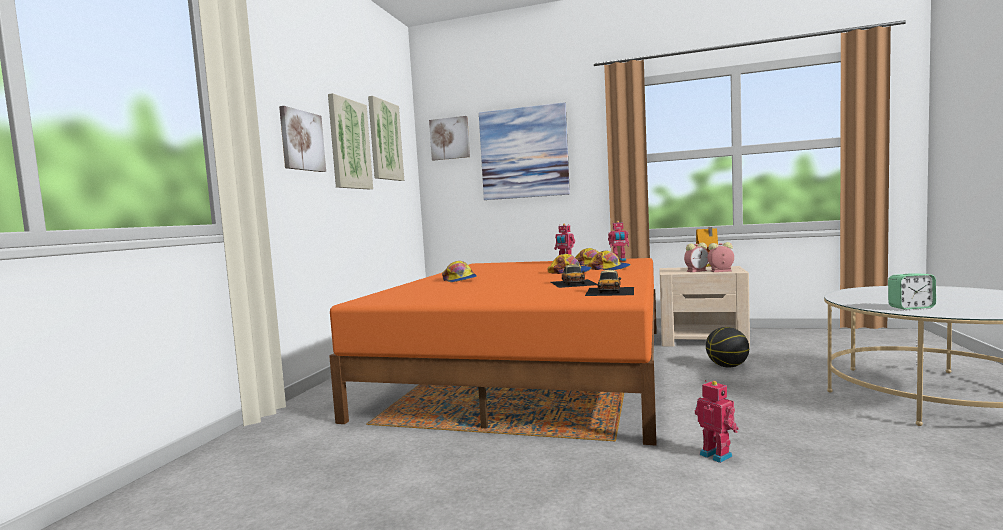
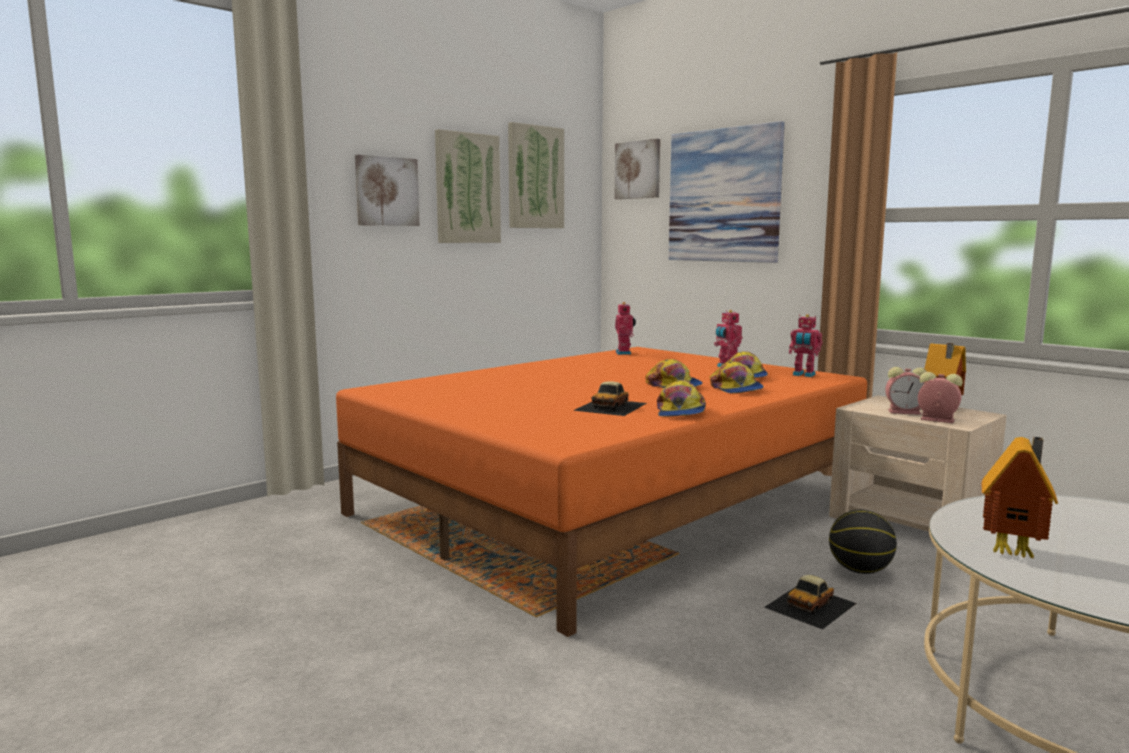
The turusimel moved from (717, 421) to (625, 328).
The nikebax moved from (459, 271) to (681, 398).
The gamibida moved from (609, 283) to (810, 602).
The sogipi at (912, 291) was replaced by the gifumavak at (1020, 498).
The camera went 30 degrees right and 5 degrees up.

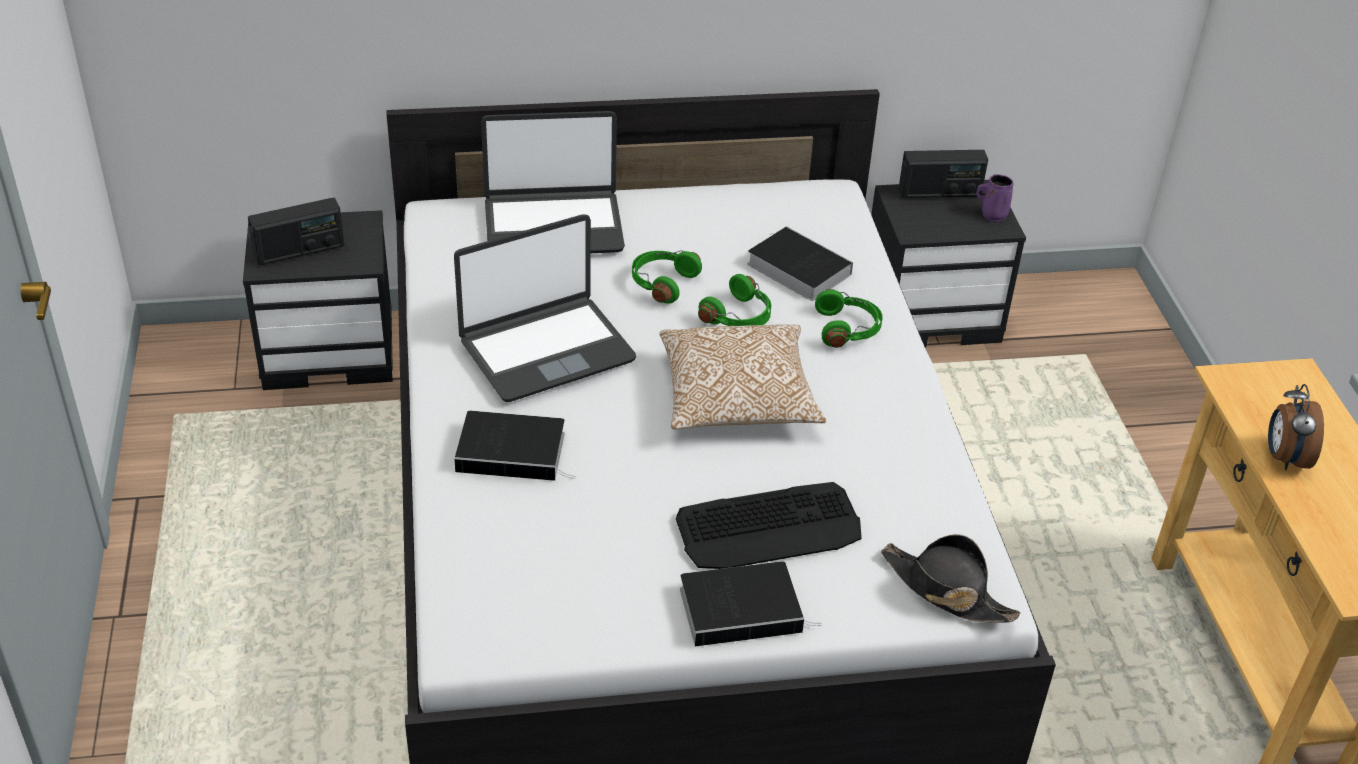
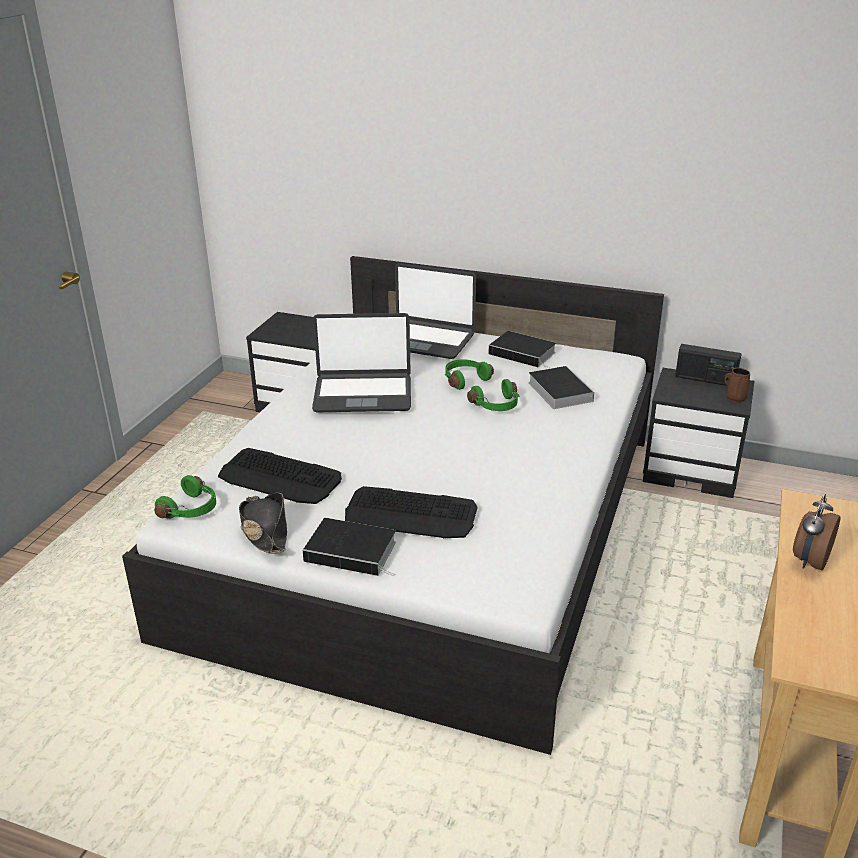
The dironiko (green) moved from (848, 318) to (185, 497).
The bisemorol at (280, 476) appeared.
The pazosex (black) moved from (950, 578) to (263, 523).
The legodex moved from (515, 446) to (522, 350).
The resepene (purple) at (994, 198) became the resepene (brown) at (737, 385).
The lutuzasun at (296, 232) disappeared.
The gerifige at (743, 377) disappeared.
The camera went 30 degrees right and 10 degrees down.

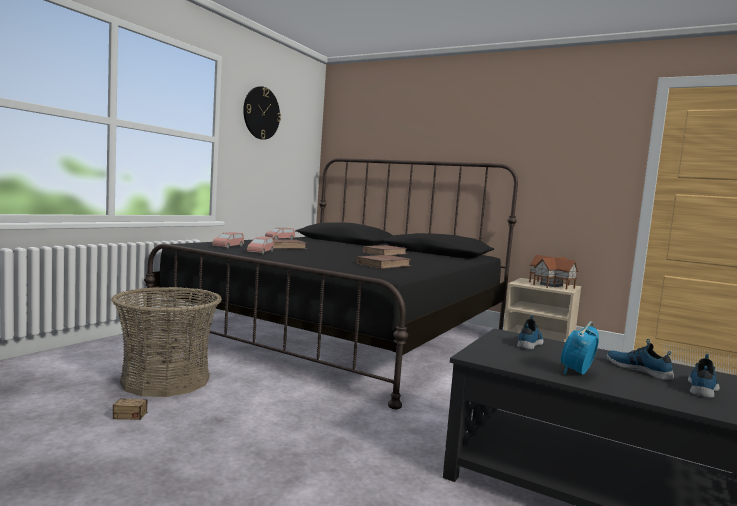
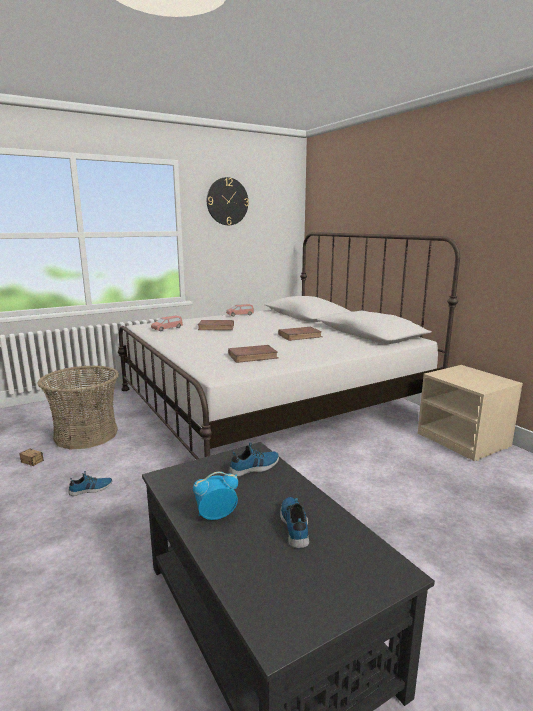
The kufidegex moved from (704, 376) to (90, 483).
The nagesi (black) at (331, 283) became the nagesi (white) at (289, 345).
The gamibida (pink) at (260, 246) disappeared.
The gifumavak at (553, 272) disappeared.
The camera went 30 degrees right and 10 degrees up.

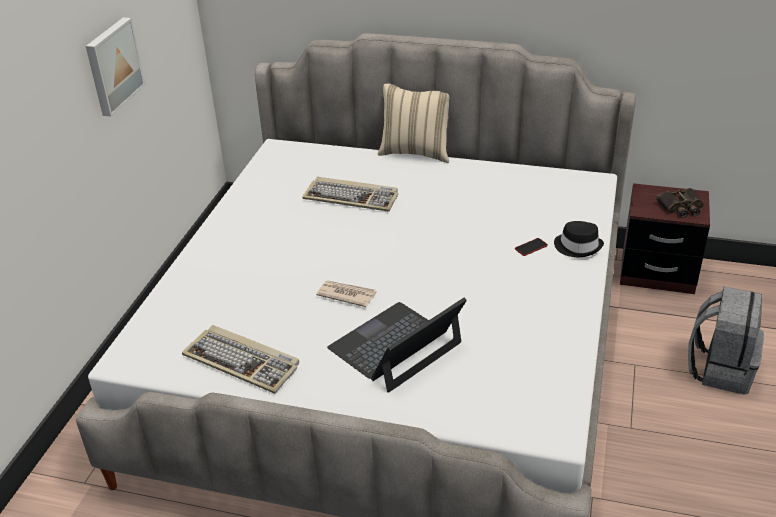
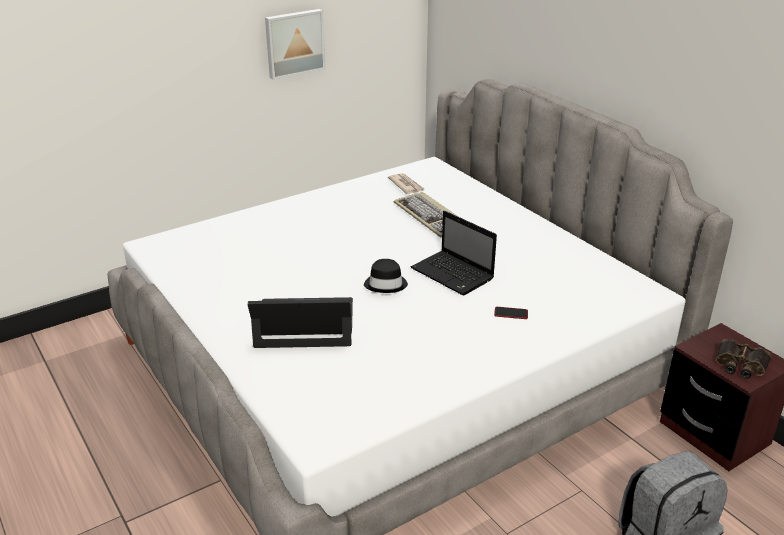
The pazosex (black) moved from (579, 239) to (386, 276).
The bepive moved from (346, 293) to (406, 183).
The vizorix at (454, 253) appeared.
The bisemorol at (240, 359) disappeared.
The gerifige (beige) at (413, 123) disappeared.
The camera went 40 degrees right and 5 degrees down.

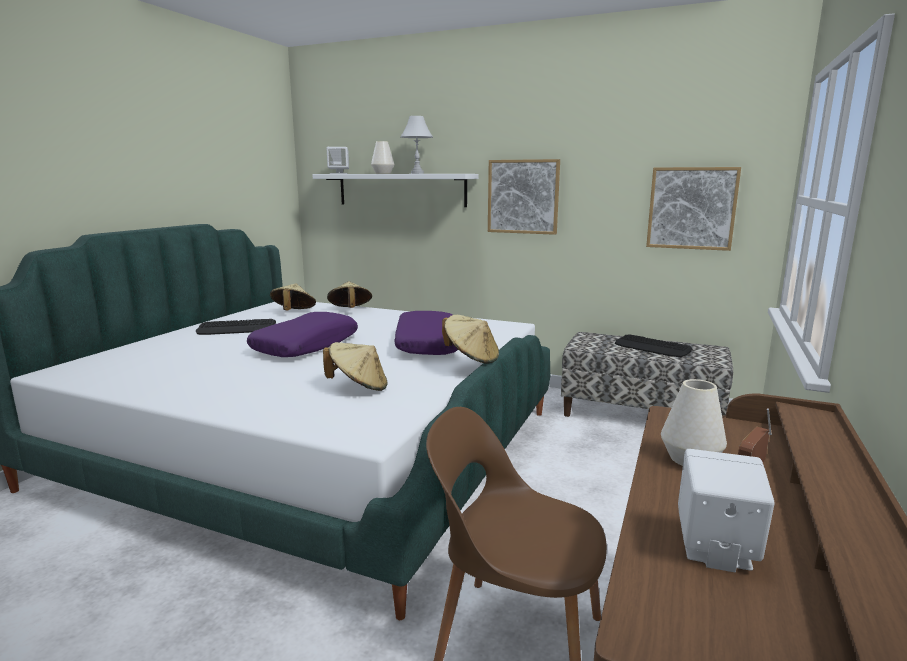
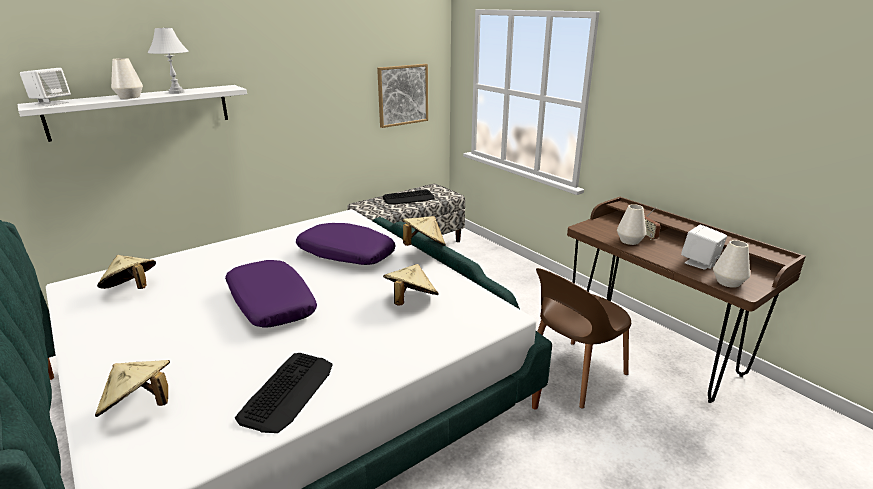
The pazosex (beige) moved from (349, 294) to (132, 388).
The bisemorol moved from (236, 327) to (284, 393).
The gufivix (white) at (731, 264) appeared.
The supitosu at (524, 197) disappeared.
The camera went 60 degrees left and 10 degrees up.

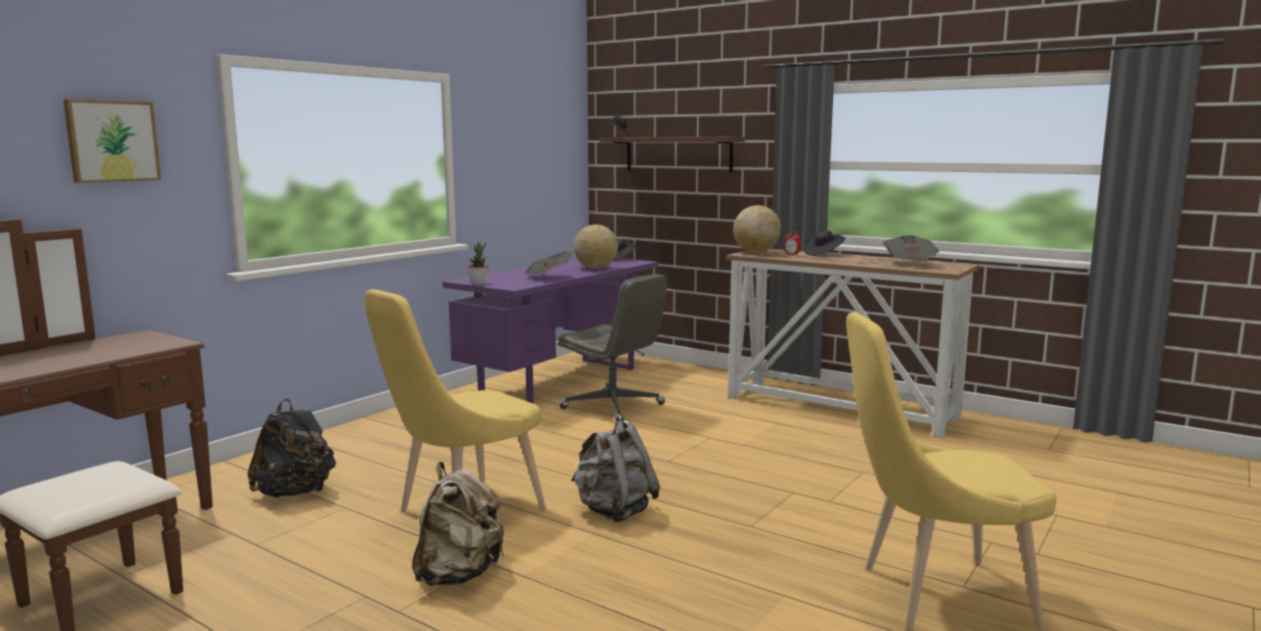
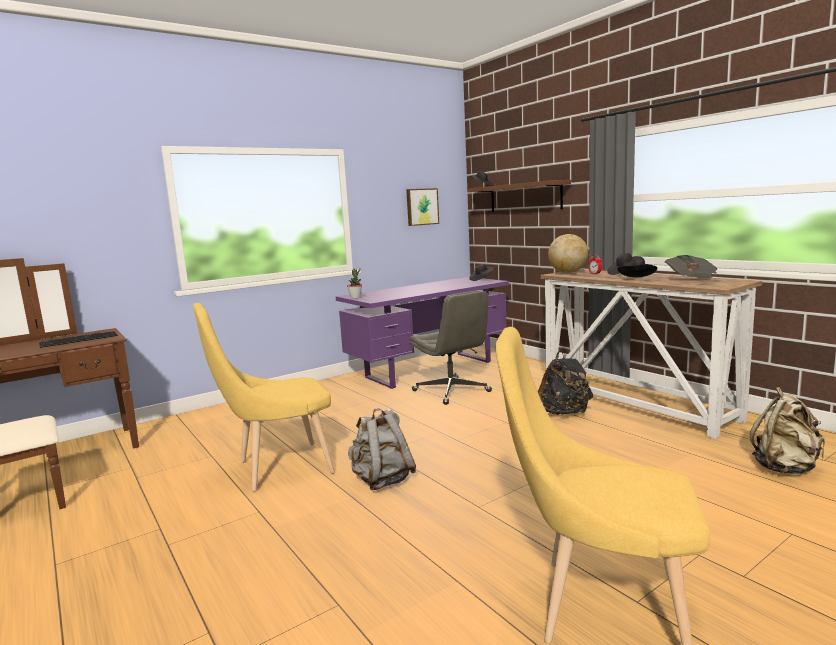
The bisemorol at (78, 339) appeared.
The supitosu moved from (112, 141) to (422, 207).
The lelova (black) moved from (291, 448) to (565, 382).
The pazosex (black) at (637, 267) appeared.
The lelova (beige) moved from (458, 524) to (787, 430).
The bepive at (548, 263) disappeared.
The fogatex at (596, 247) disappeared.
The camera went 20 degrees right and 0 degrees up.

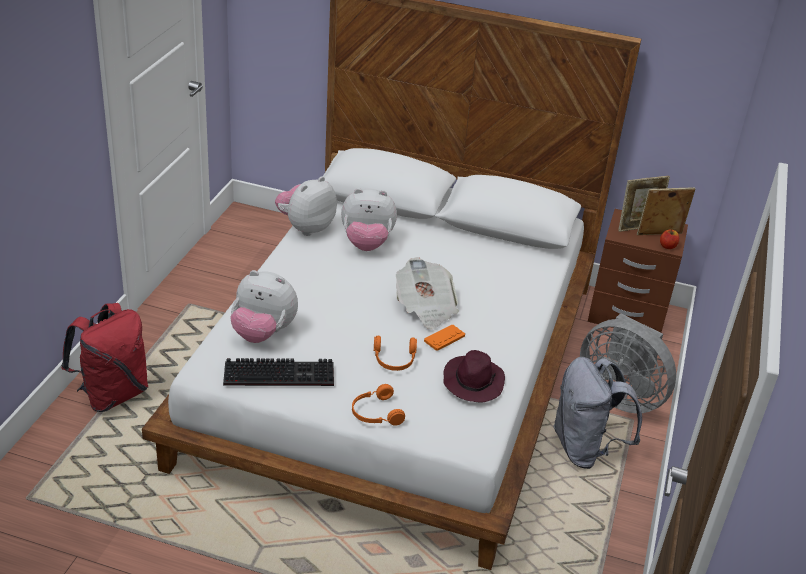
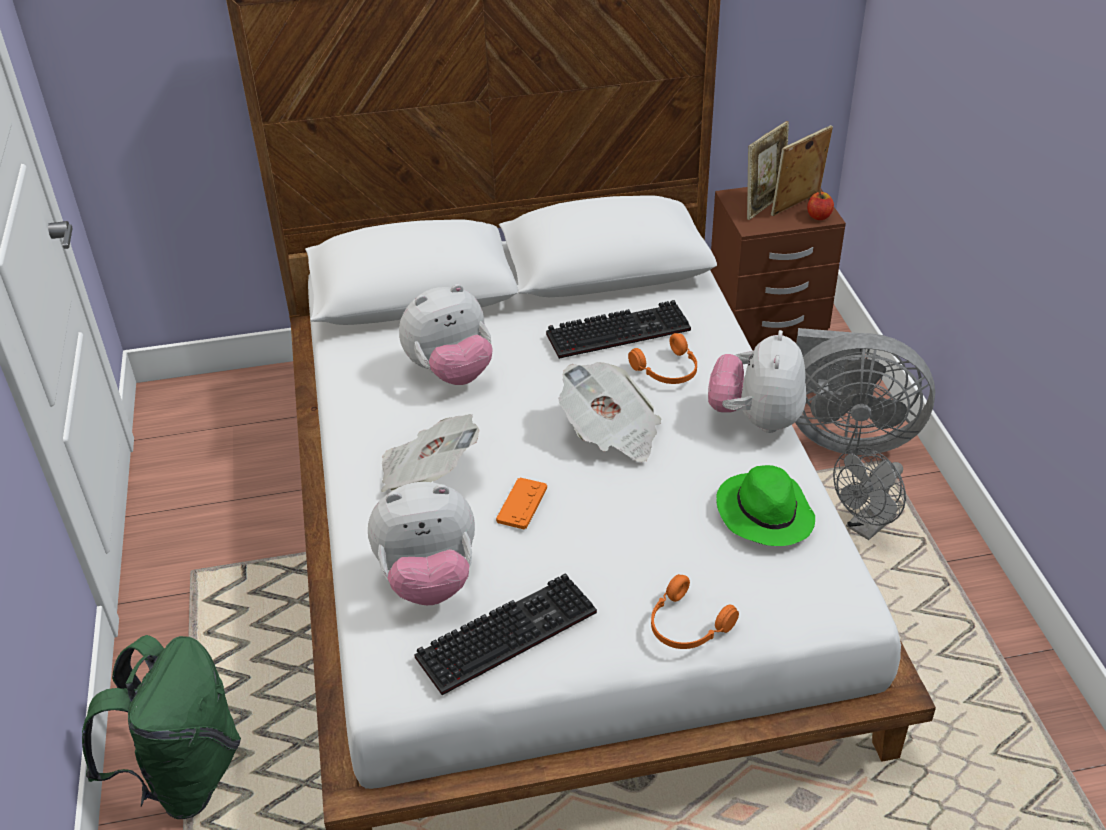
The lelova (red) at (104, 357) became the lelova (green) at (161, 727).
The bepive at (430, 453) appeared.
The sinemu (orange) moved from (444, 338) to (521, 503).
The bisemorol at (618, 329) appeared.
The dironiko (orange) moved from (395, 353) to (662, 358).
The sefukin moved from (306, 206) to (757, 381).
The pazosex (purple) at (474, 376) became the pazosex (green) at (765, 505).
The lelova (grey) at (597, 413) was replaced by the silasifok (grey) at (869, 493).
The camera went 25 degrees left and 5 degrees up.

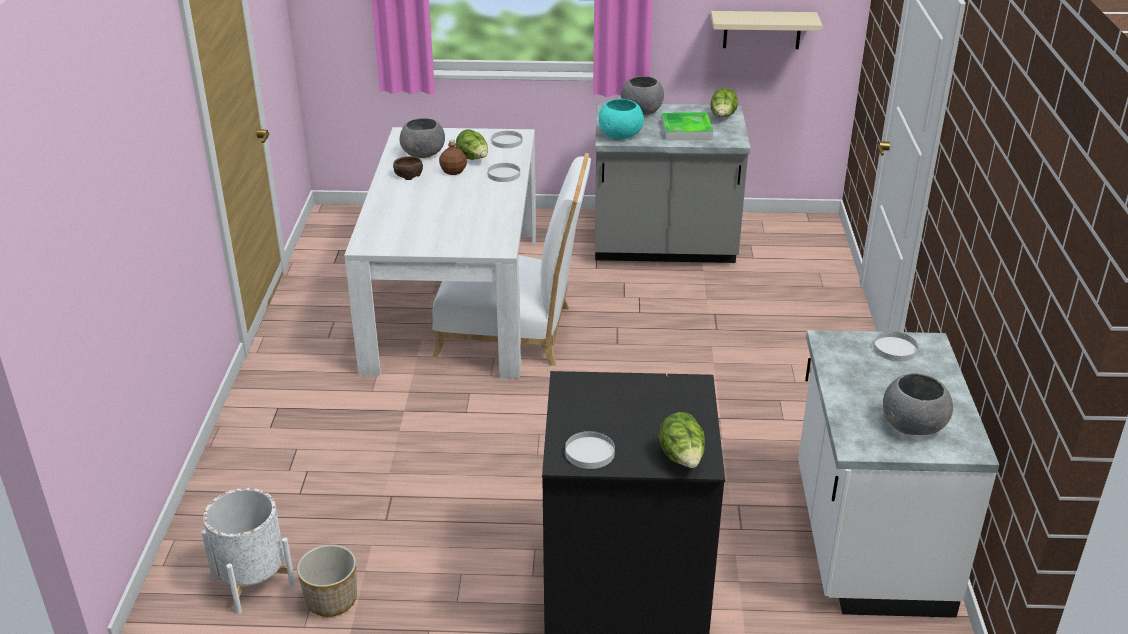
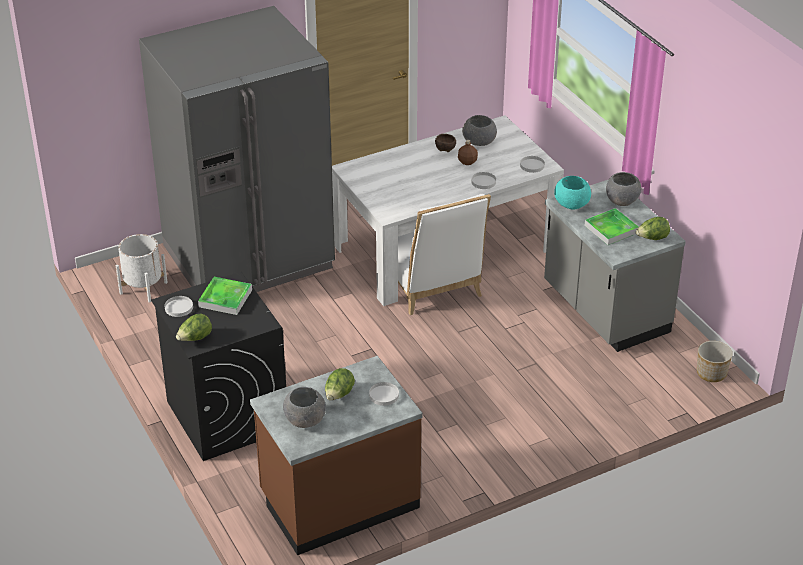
The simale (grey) at (237, 149) appeared.
The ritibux at (225, 296) appeared.
The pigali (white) at (898, 474) became the pigali (brown) at (336, 455).
The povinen moved from (472, 144) to (340, 384).
The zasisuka moved from (327, 581) to (715, 361).
The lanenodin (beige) at (766, 30) disappeared.
The camera went 60 degrees right and 5 degrees up.

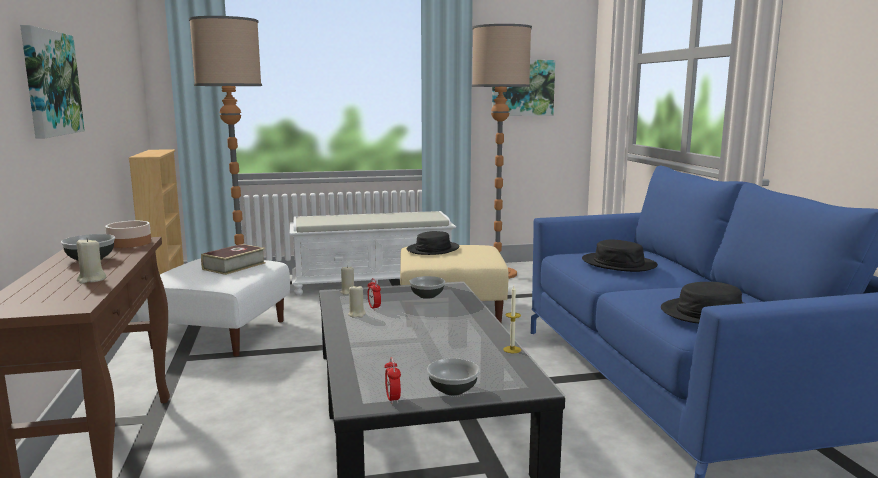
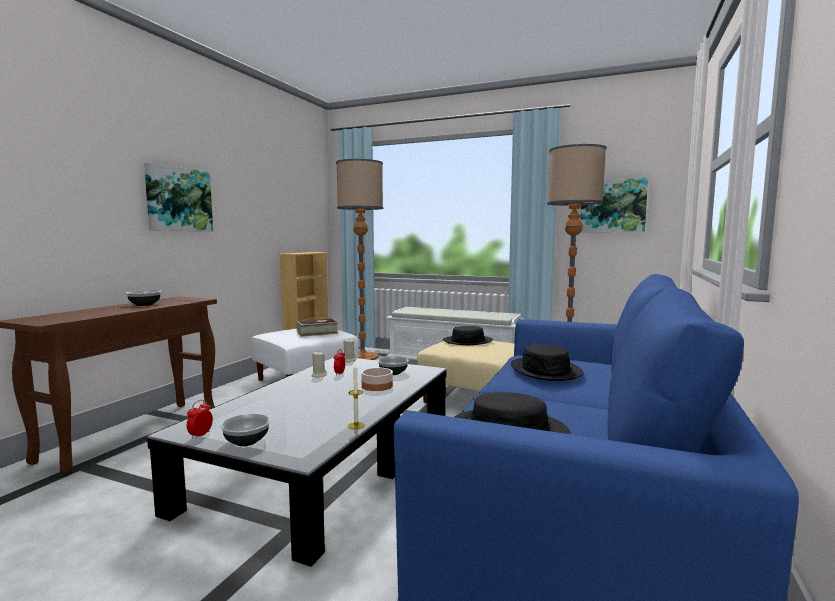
The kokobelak moved from (128, 234) to (377, 379).
The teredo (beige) at (91, 261) disappeared.
The camera went 35 degrees right and 5 degrees down.

